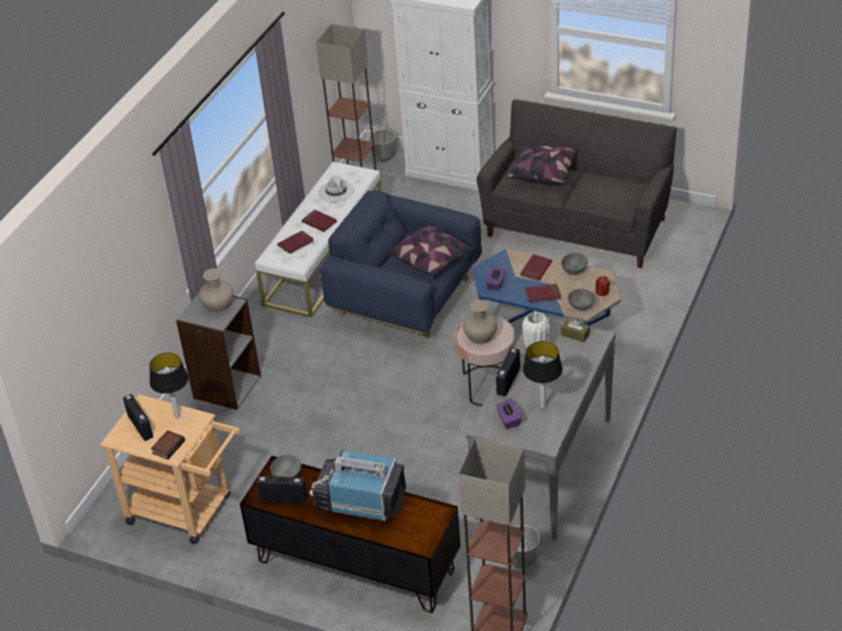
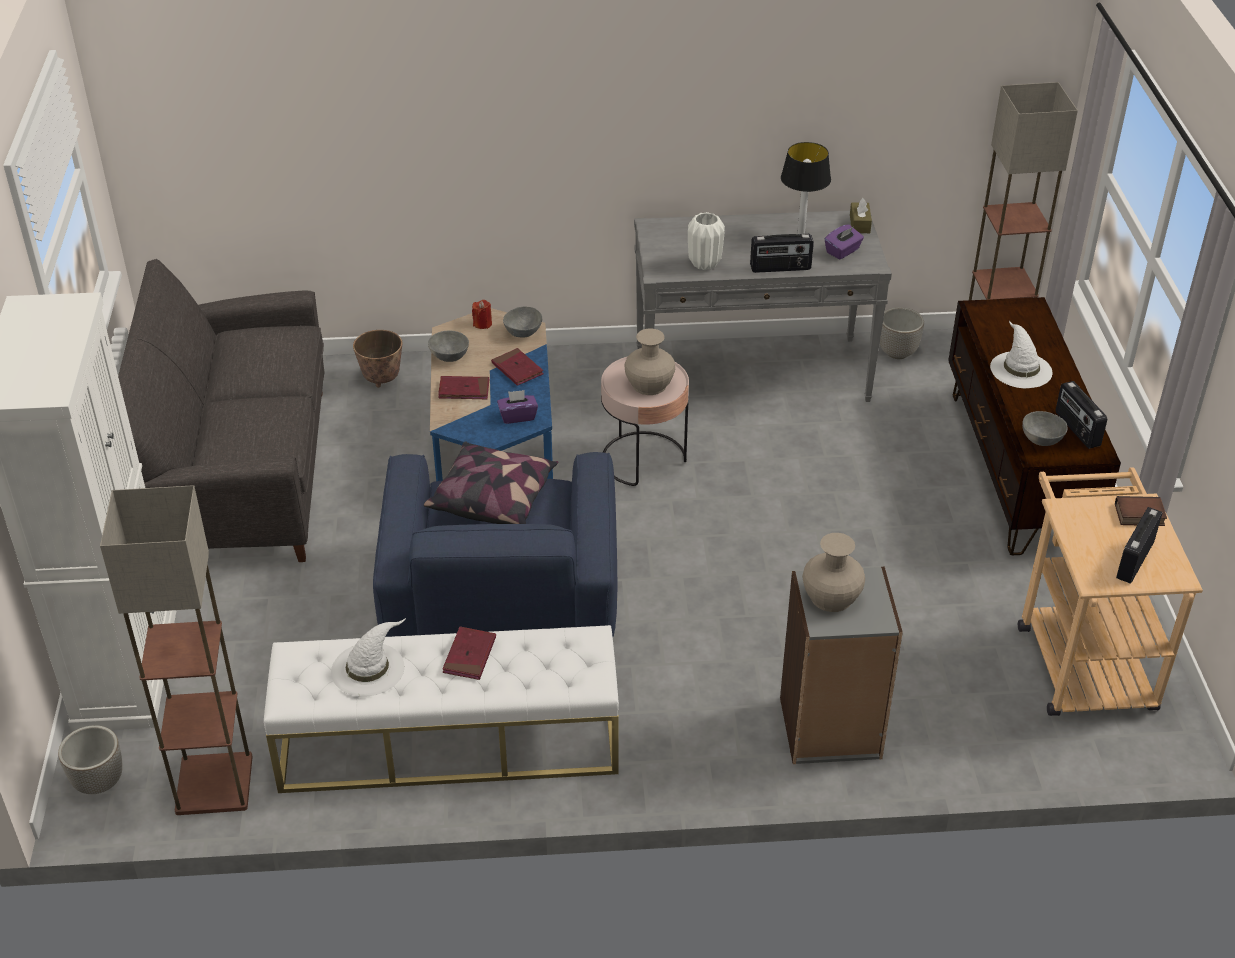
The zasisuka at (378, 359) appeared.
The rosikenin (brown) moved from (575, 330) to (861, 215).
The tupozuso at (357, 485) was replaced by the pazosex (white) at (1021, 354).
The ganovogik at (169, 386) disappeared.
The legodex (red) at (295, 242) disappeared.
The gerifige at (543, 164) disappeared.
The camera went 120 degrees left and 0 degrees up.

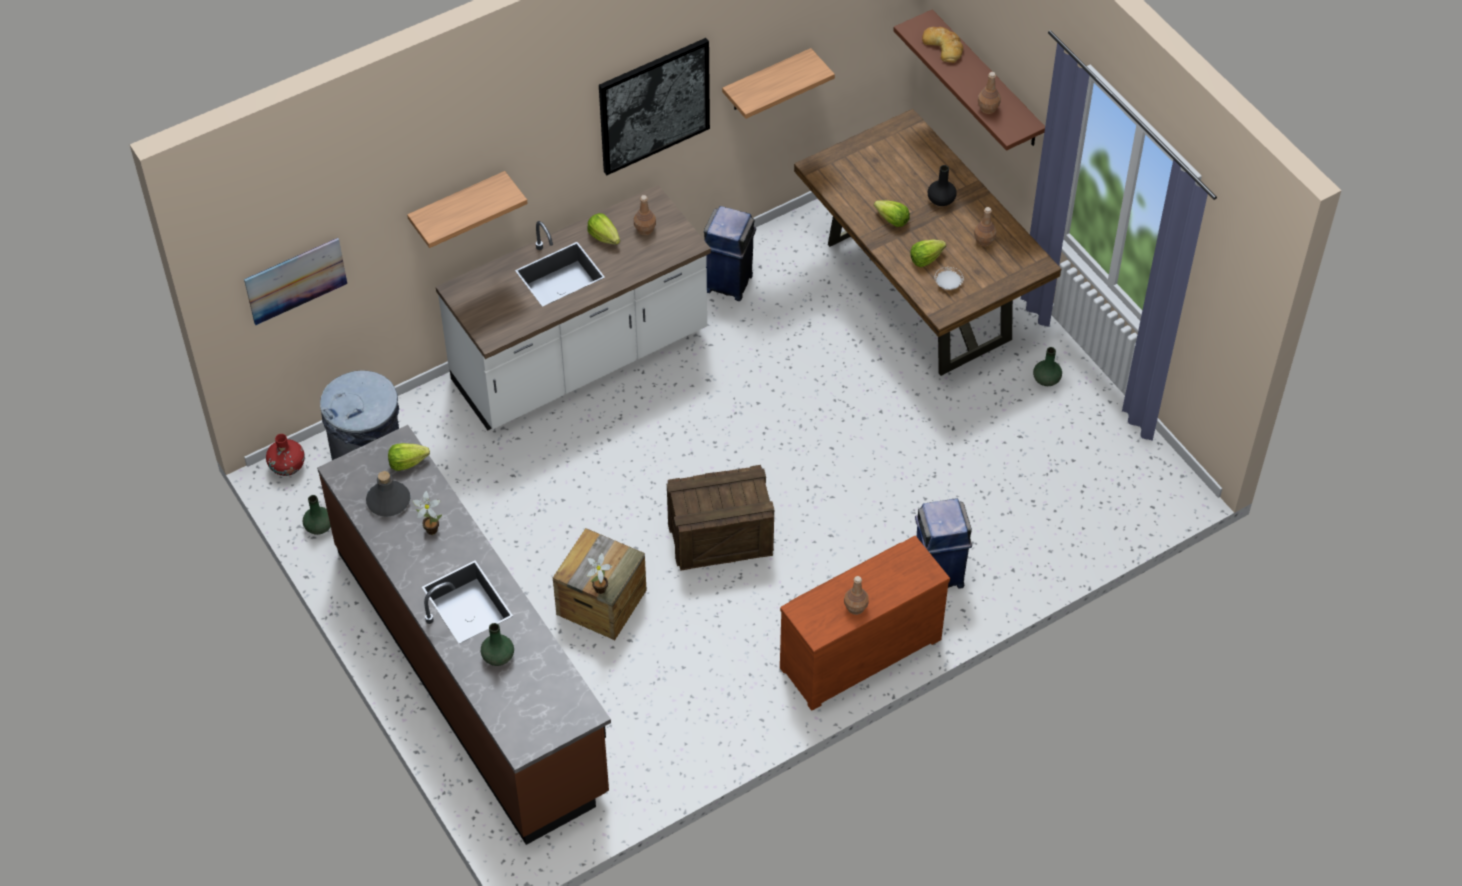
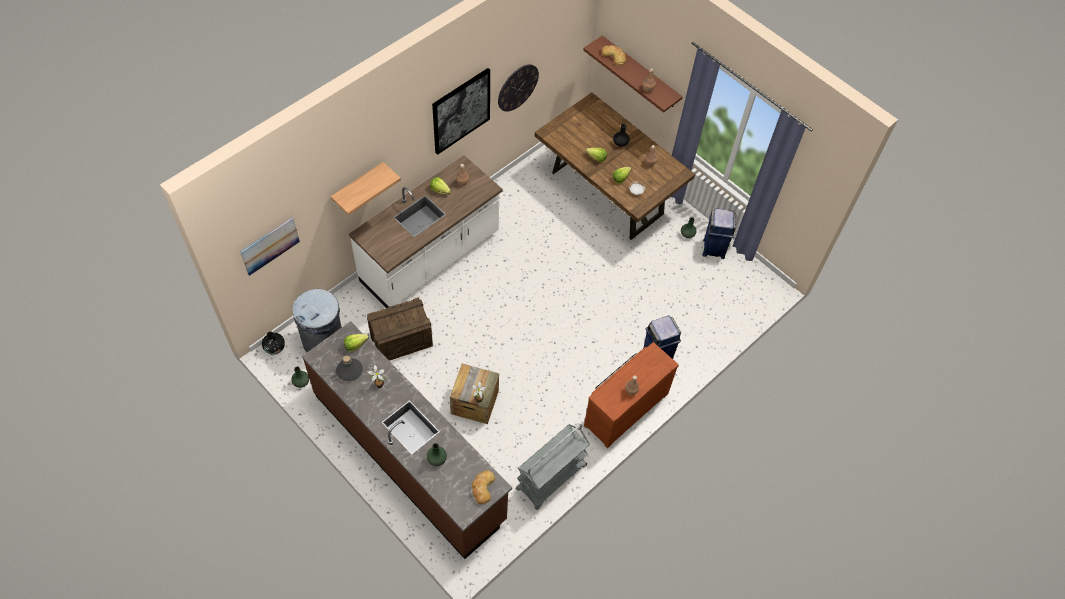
The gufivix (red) at (285, 455) became the gufivix (black) at (273, 343).
The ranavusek moved from (720, 518) to (400, 329).
The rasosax at (483, 487) appeared.
The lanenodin at (778, 83) was replaced by the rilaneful at (518, 88).
The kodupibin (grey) at (553, 467) appeared.
The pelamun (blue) moved from (730, 253) to (719, 233).
The camera went 15 degrees left and 5 degrees up.

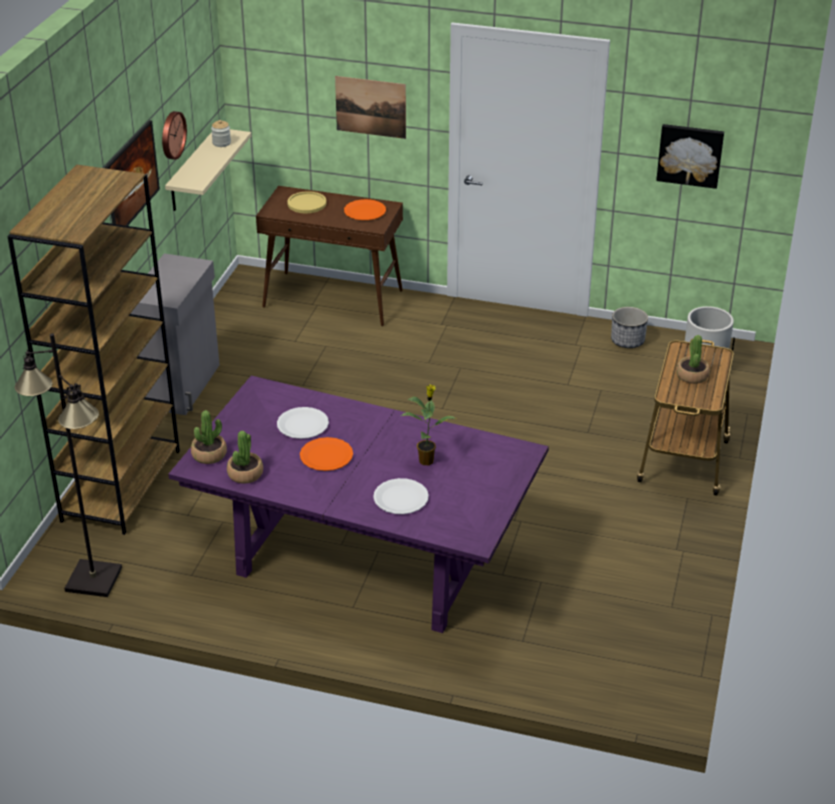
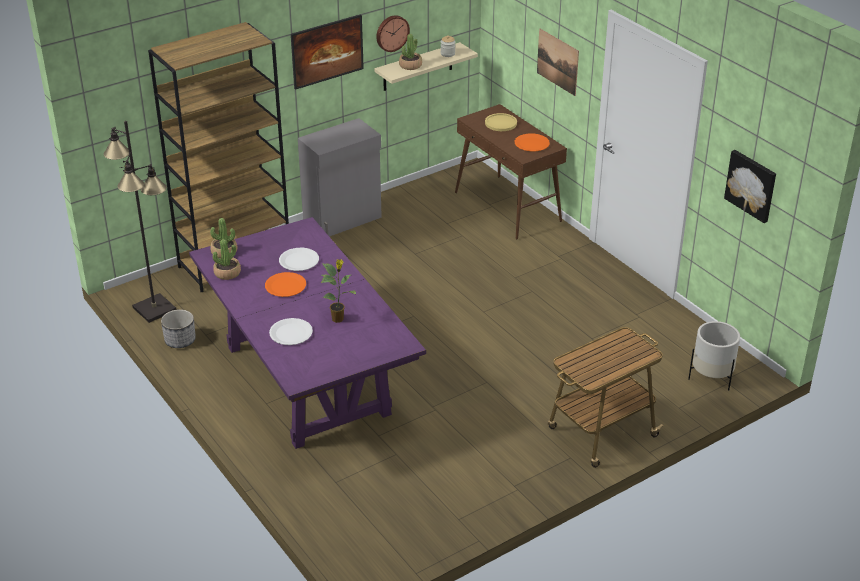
The zasisuka moved from (629, 327) to (178, 328).
The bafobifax moved from (693, 359) to (410, 52).
The camera went 40 degrees right and 0 degrees up.

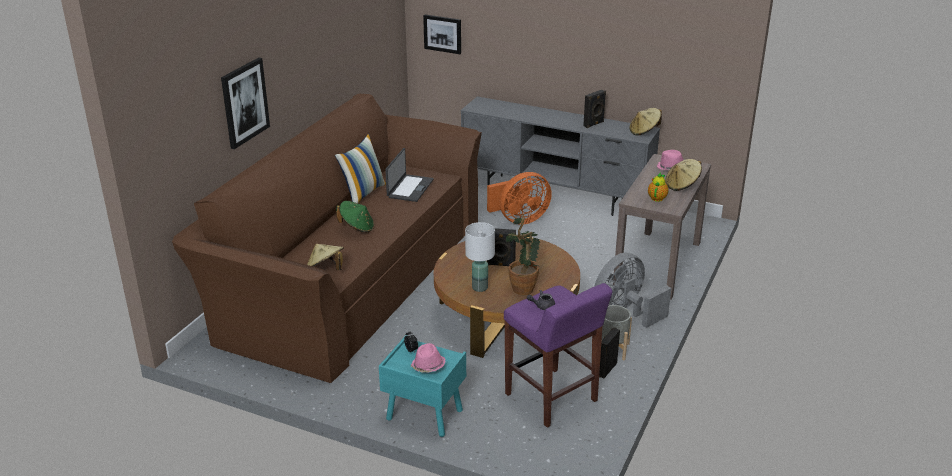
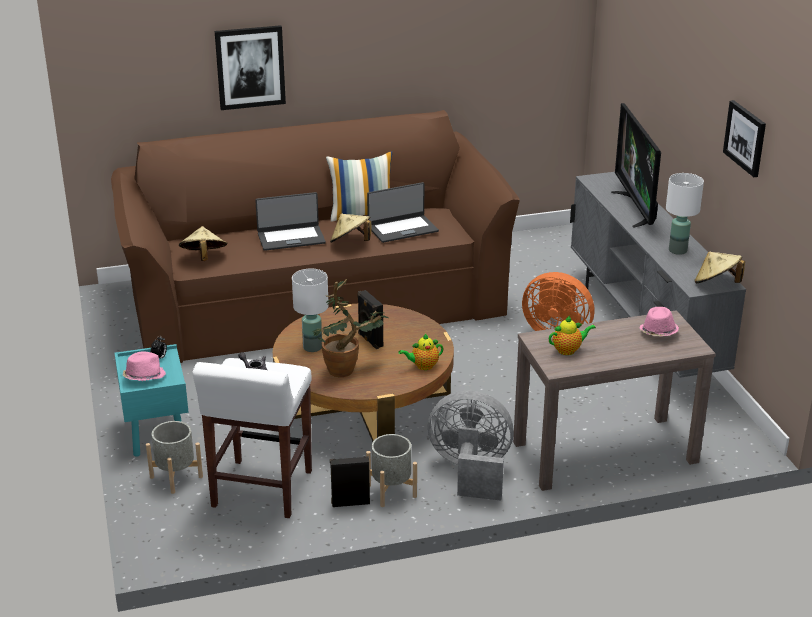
The zasisuka (grey) at (174, 457) appeared.
The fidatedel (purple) at (558, 355) became the fidatedel (white) at (252, 438).
The pazosex (green) at (355, 216) was replaced by the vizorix at (290, 221).
The pazosex (beige) moved from (683, 175) to (351, 228).
The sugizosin at (421, 352) appeared.
The tupozuso at (636, 165) appeared.
The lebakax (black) at (594, 109) was replaced by the ganovogik (white) at (685, 214).
The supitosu moved from (442, 34) to (744, 138).
The camera went 50 degrees right and 0 degrees up.

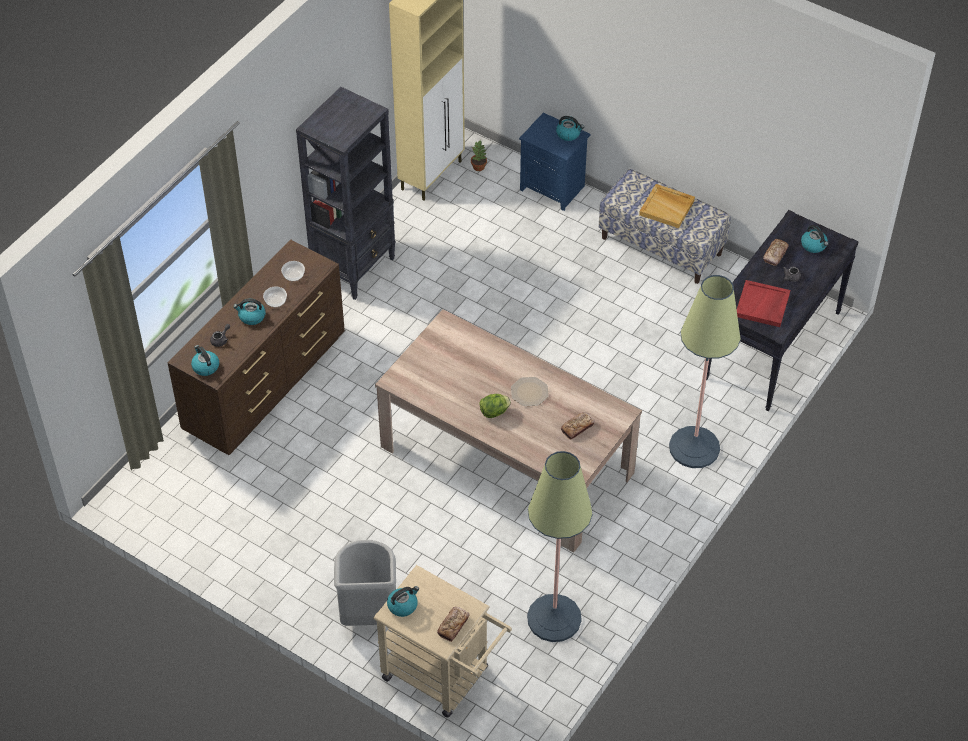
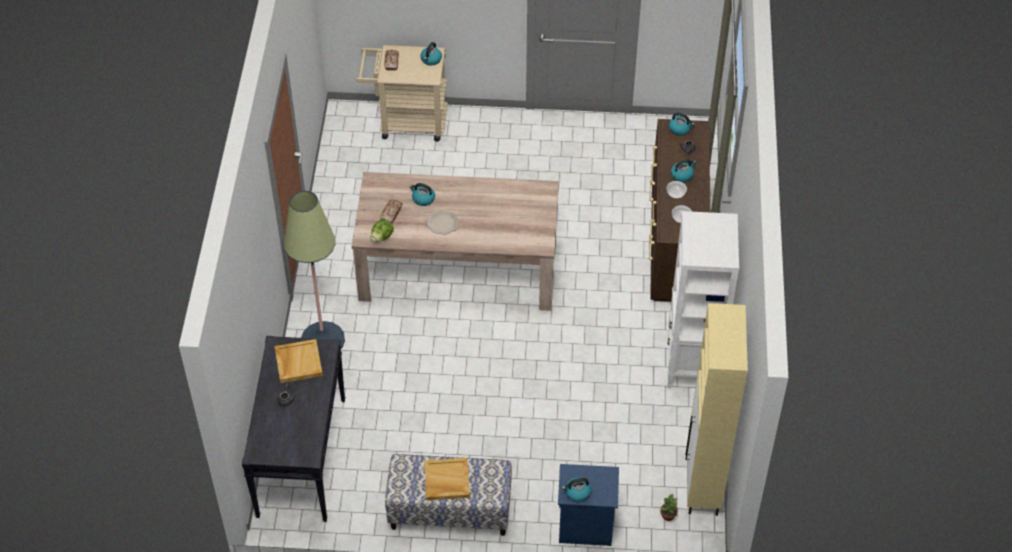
The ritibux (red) at (763, 303) became the ritibux (beige) at (298, 361).
The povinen moved from (495, 406) to (382, 230).
The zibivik moved from (815, 239) to (422, 194).
The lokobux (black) at (346, 193) became the lokobux (white) at (703, 299).
The pelamun (grey) at (365, 583) disappeared.
The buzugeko at (559, 546) disappeared.
The rasosax at (776, 252) disappeared.
The camera went 150 degrees right and 0 degrees up.

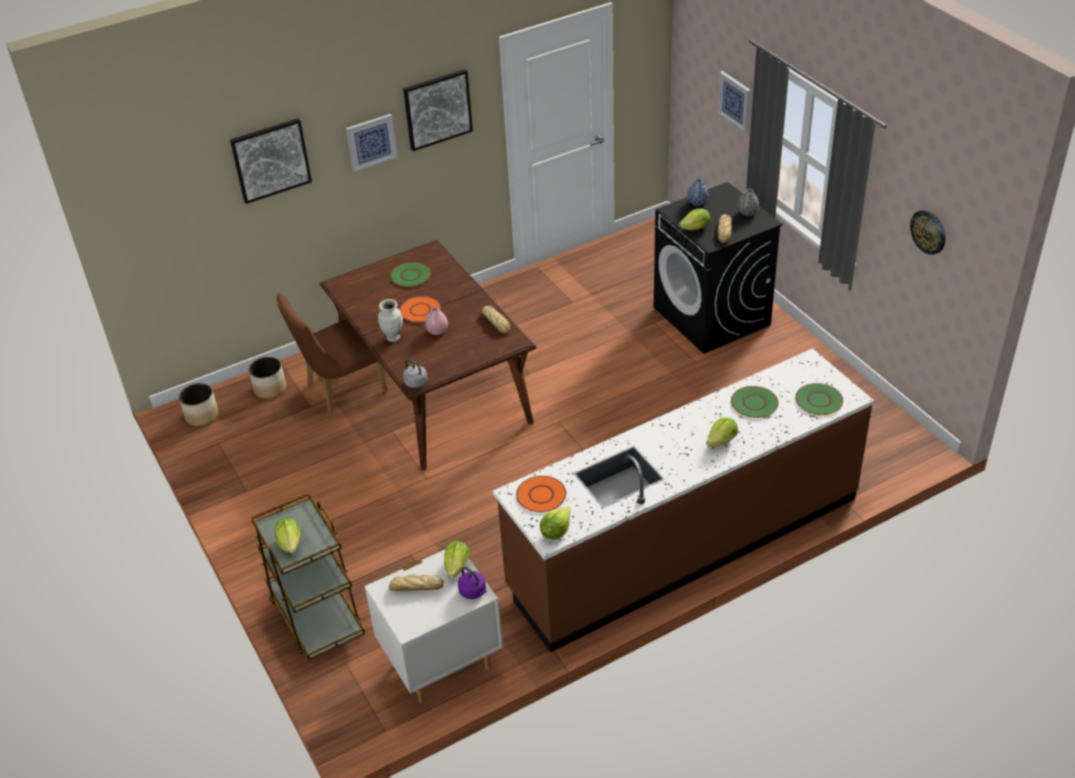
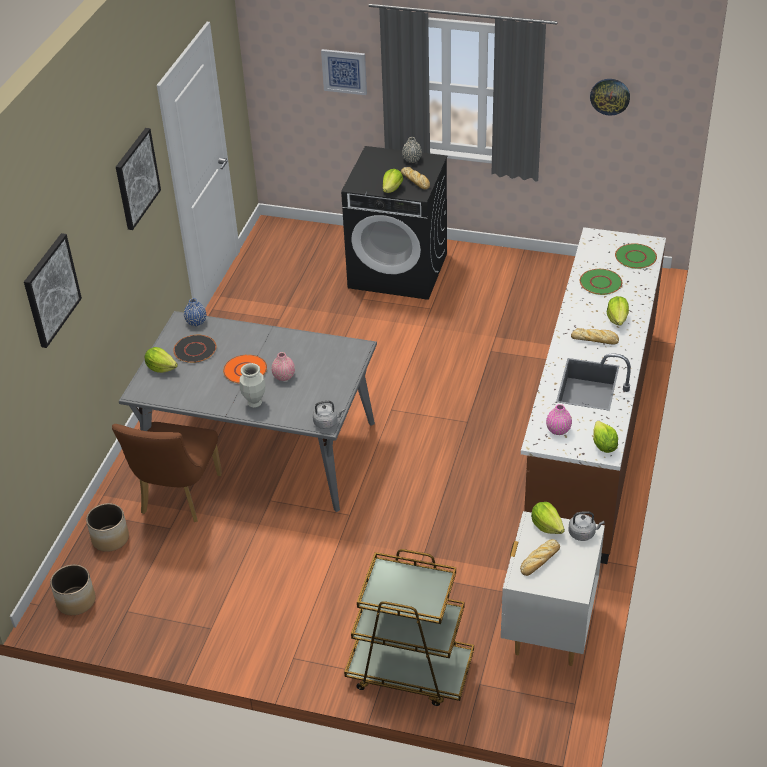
The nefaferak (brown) at (428, 355) became the nefaferak (grey) at (248, 411).
The povinen moved from (287, 536) to (161, 360).
The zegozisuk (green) at (410, 274) became the zegozisuk (black) at (195, 349).
The gufivix (blue) moved from (697, 192) to (195, 312).
The zegozisuk (orange) at (541, 494) was replaced by the gufivix (pink) at (559, 419).
The zibivik (purple) at (472, 582) became the zibivik (grey) at (586, 526).
The rasosax moved from (496, 320) to (595, 336).
The supitosu at (372, 143) disappeared.
The camera went 45 degrees left and 0 degrees up.

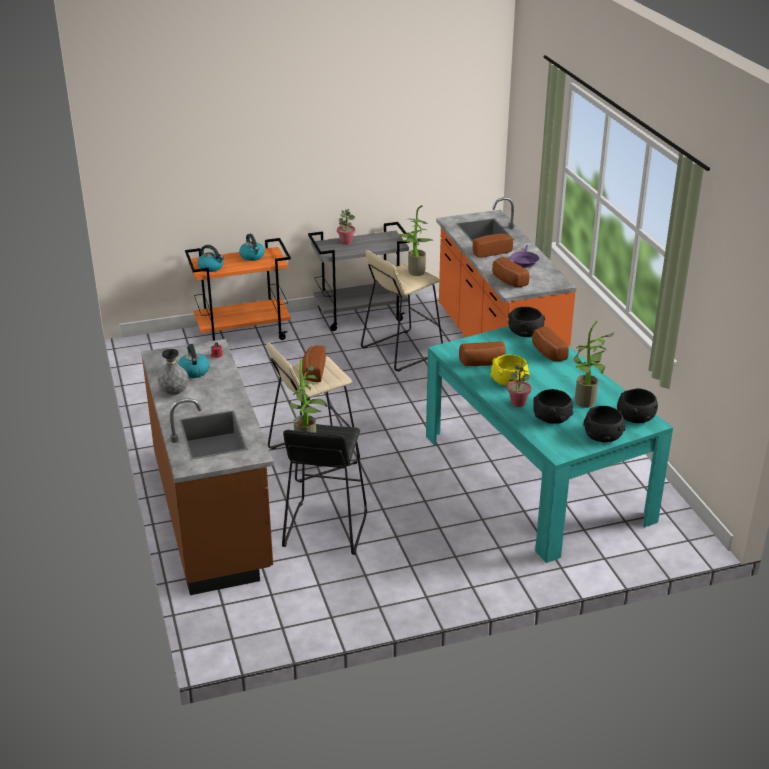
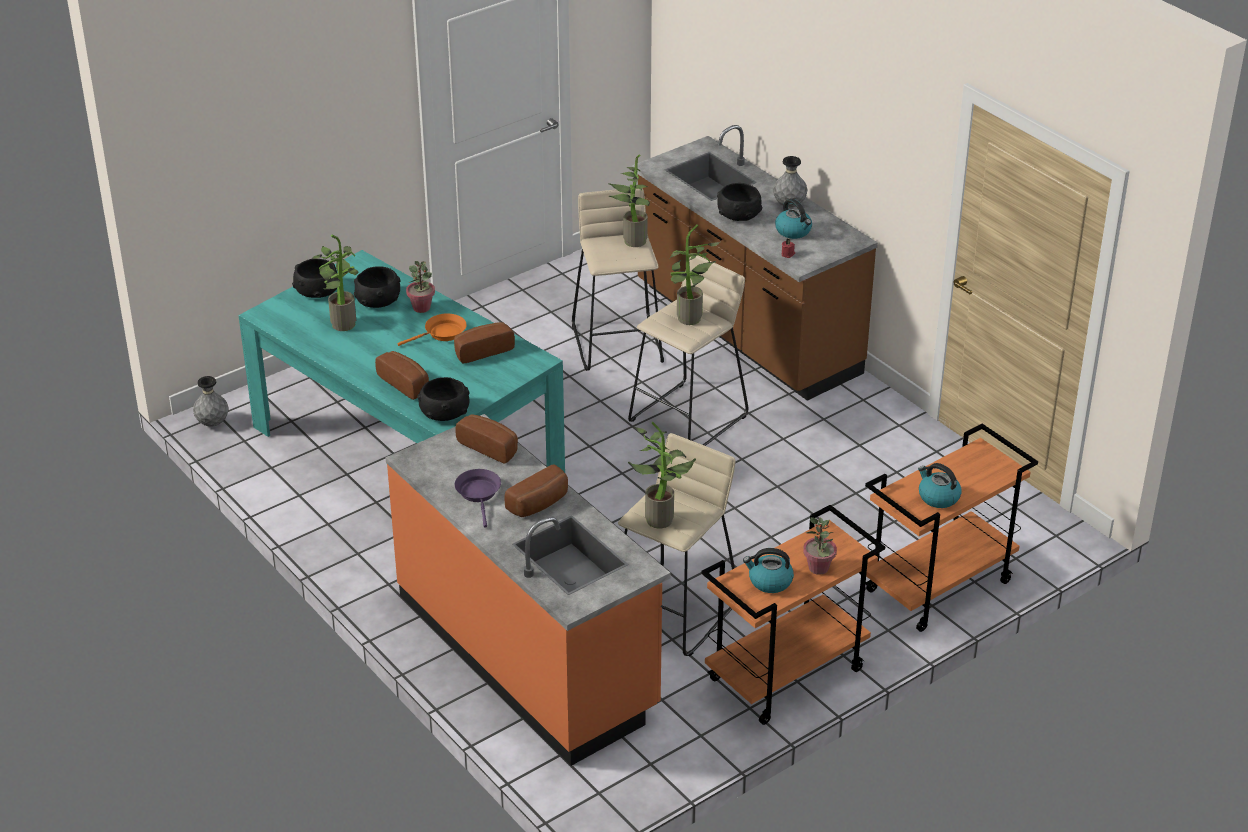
The gufivix (grey) at (210, 401) appeared.
The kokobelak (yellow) at (510, 370) was replaced by the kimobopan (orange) at (432, 329).
The fidatedel (black) at (324, 489) became the fidatedel (beige) at (618, 279).
The rasosax at (314, 364) was replaced by the bafobifax at (695, 274).
The kodupibin (grey) at (359, 276) became the kodupibin (orange) at (793, 615).
The kokobelak (black) moved from (637, 405) to (739, 202).
The zibivik moved from (211, 258) to (768, 570).
The camera went 160 degrees right and 5 degrees up.

